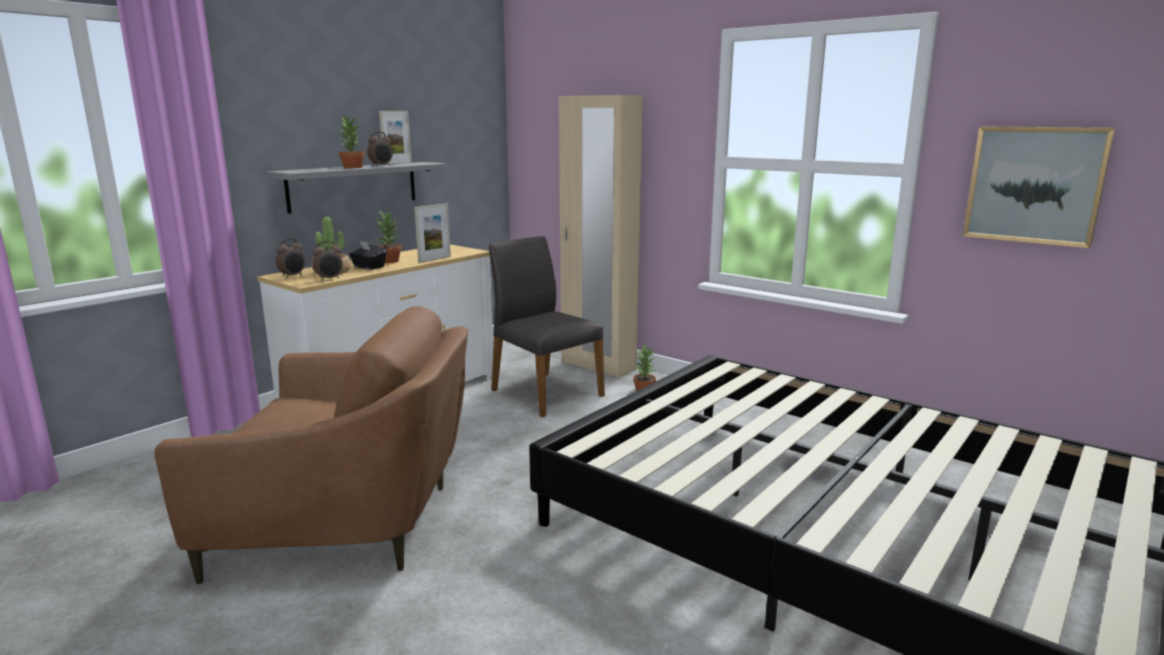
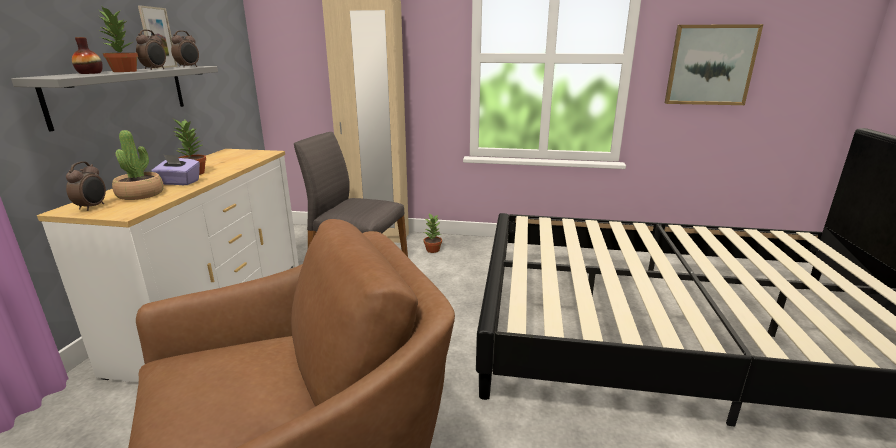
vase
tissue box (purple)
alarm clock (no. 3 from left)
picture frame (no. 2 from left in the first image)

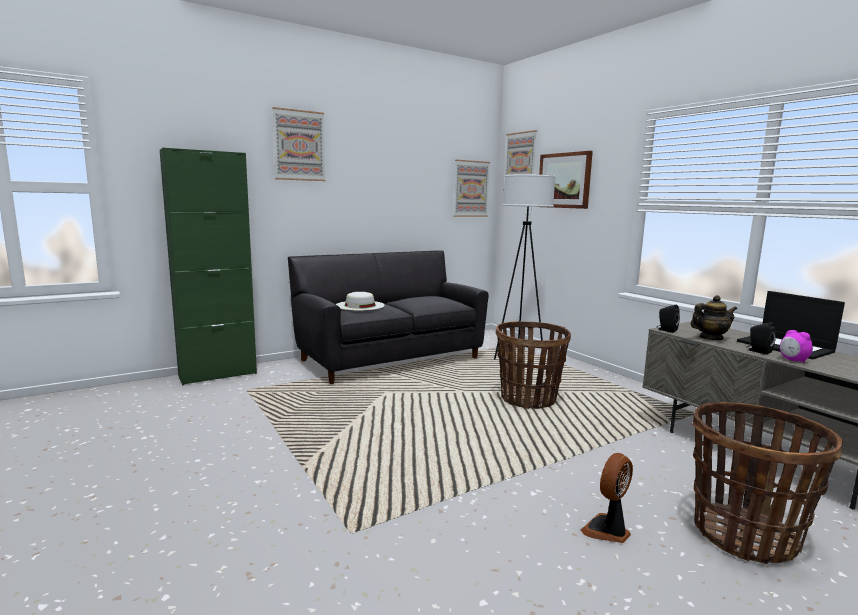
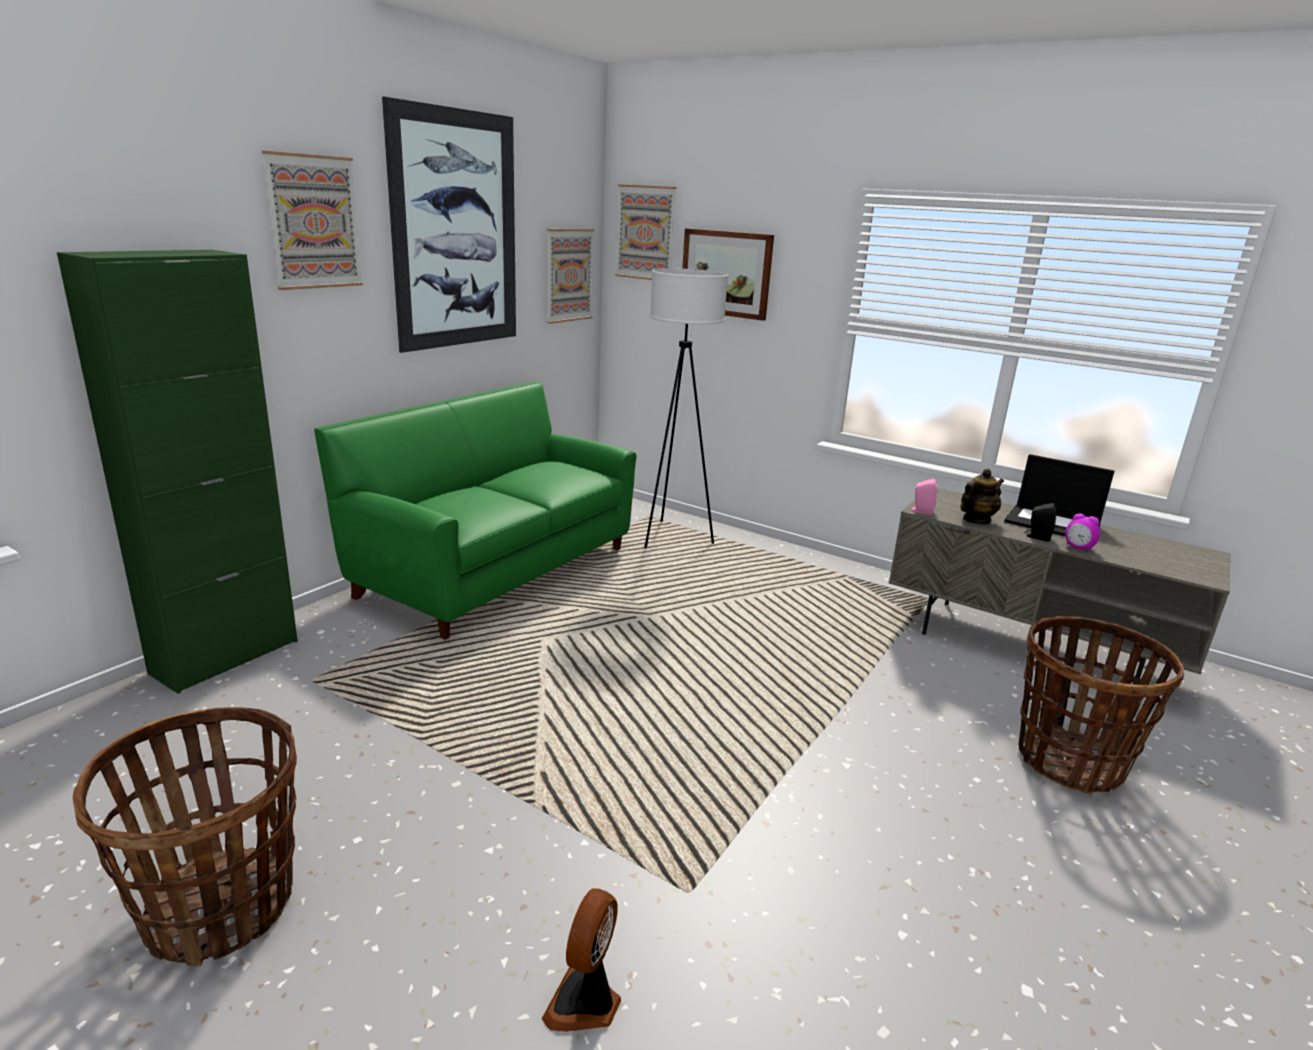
basket (no. 1 from left)
sofa (green)
picture (no. 2 from left)
fan
speaker (pink)
hat (white)

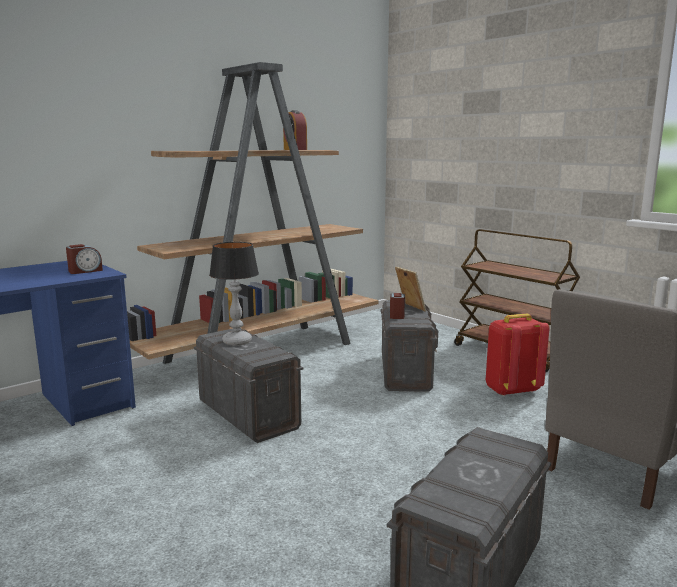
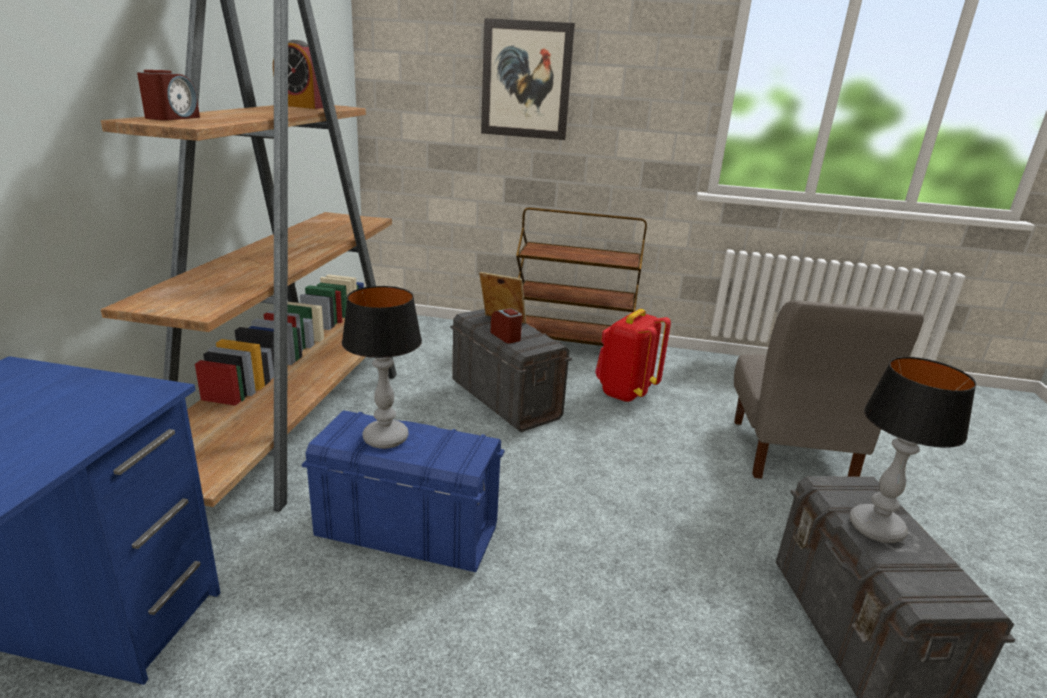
alarm clock (no. 1 from left)
storage box (blue)
picture
table lamp (no. 2 from left)

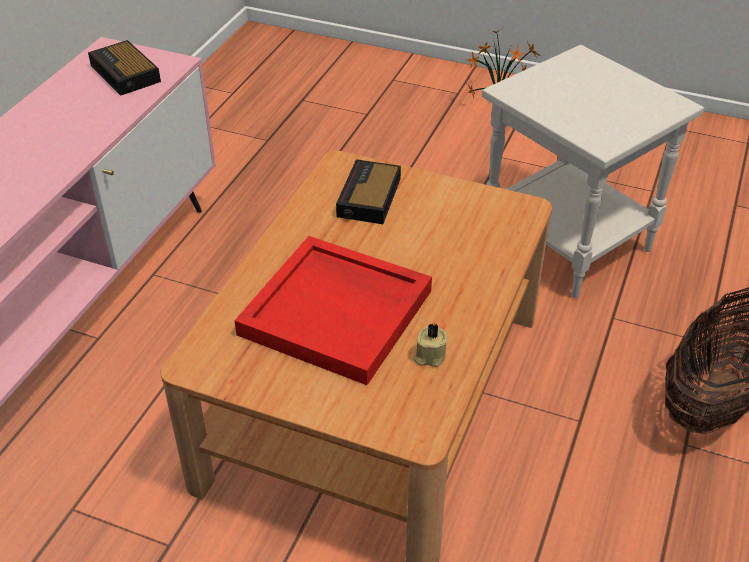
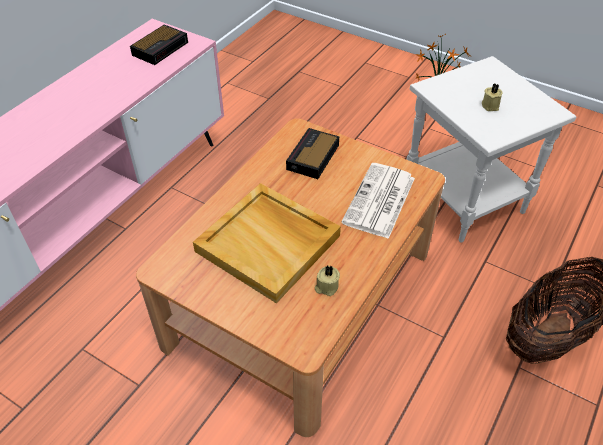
alarm clock (no. 1 from left)
tray (beige)
newspaper
candle (beige) (no. 2 from left)

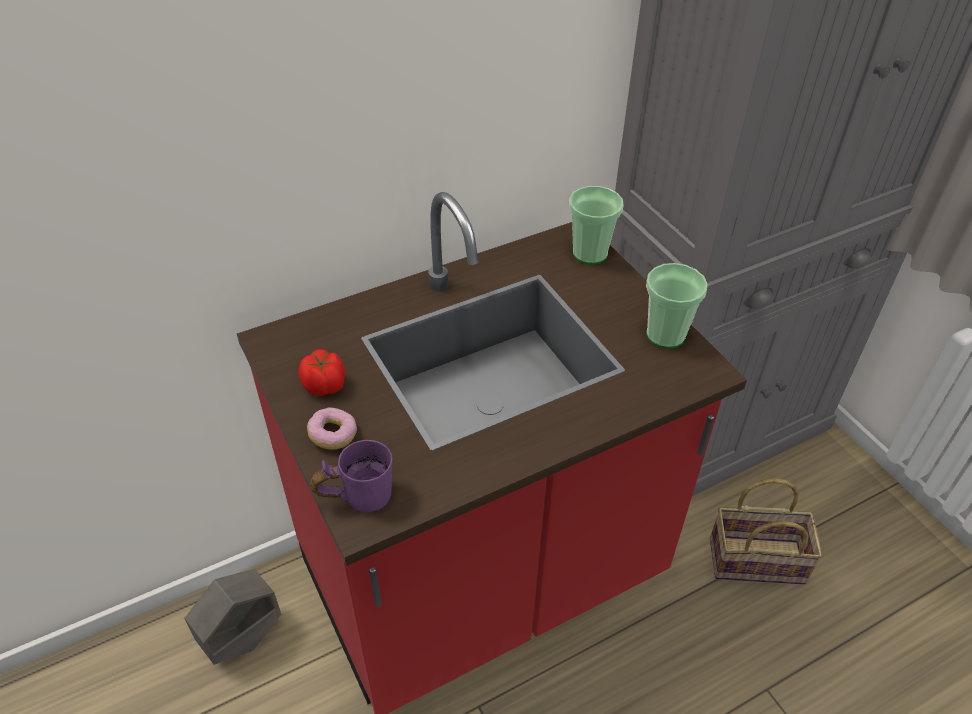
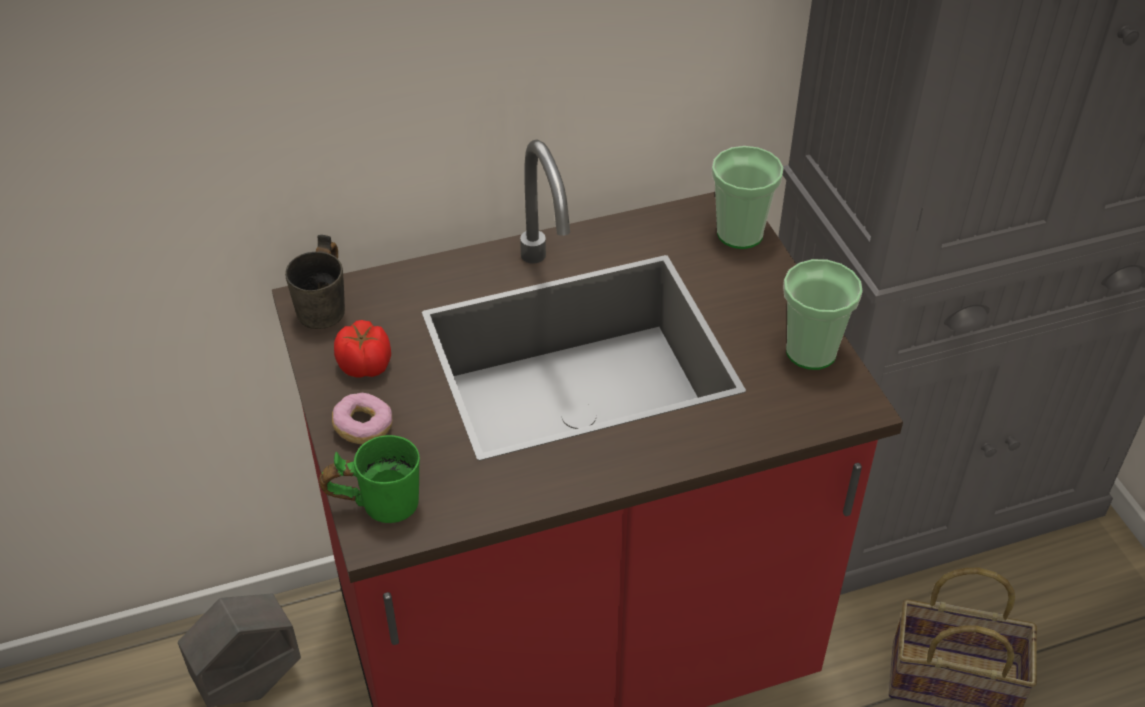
mug (grey)
mug (green)

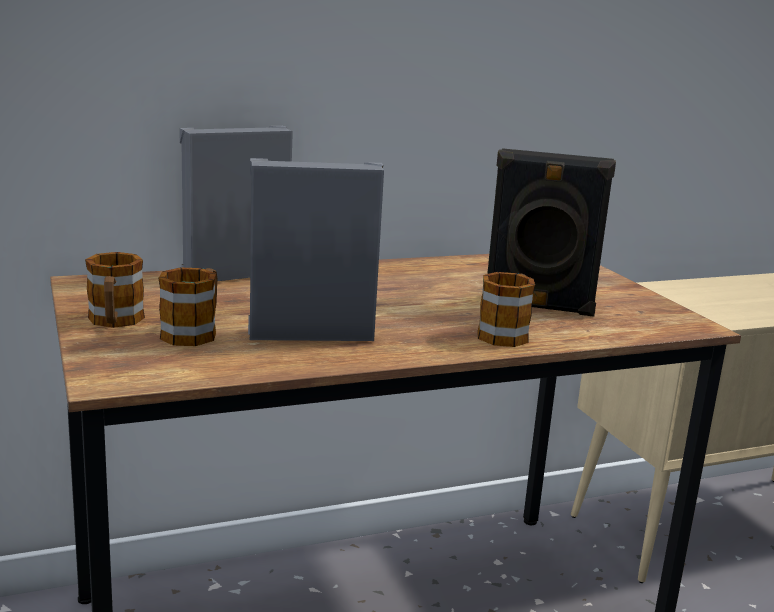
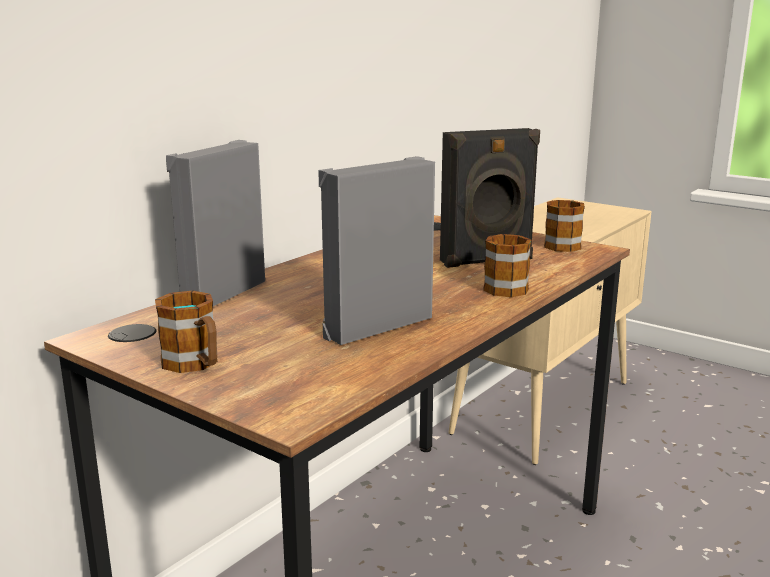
mug (no. 3 from left)

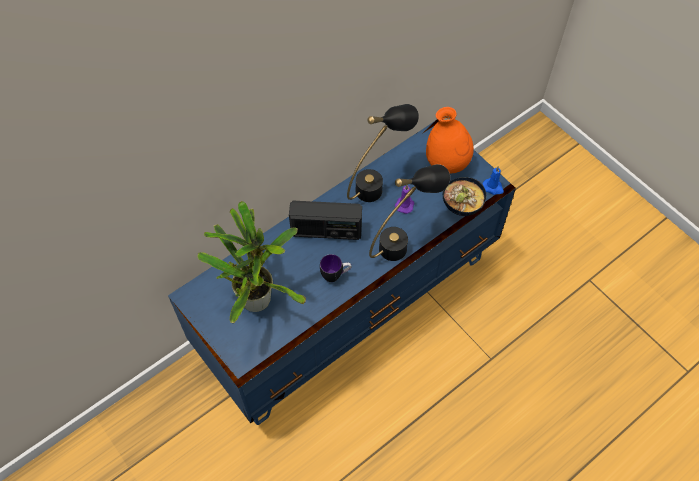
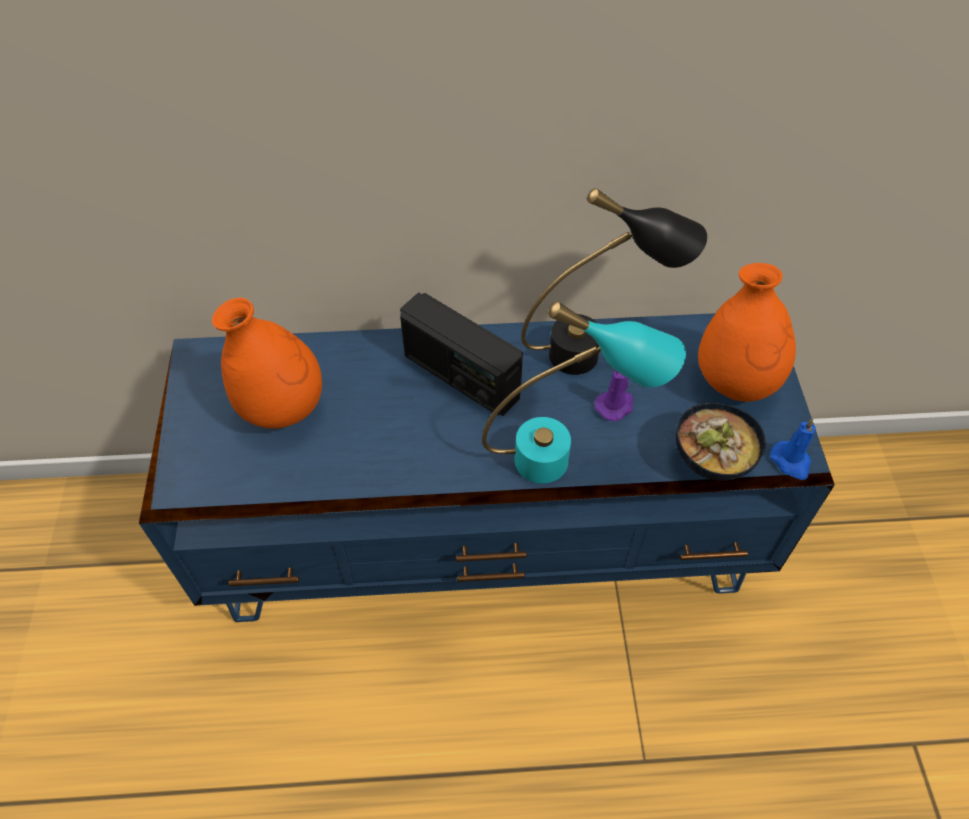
vase (orange) (no. 1 from left)
table lamp (turquoise)
mug

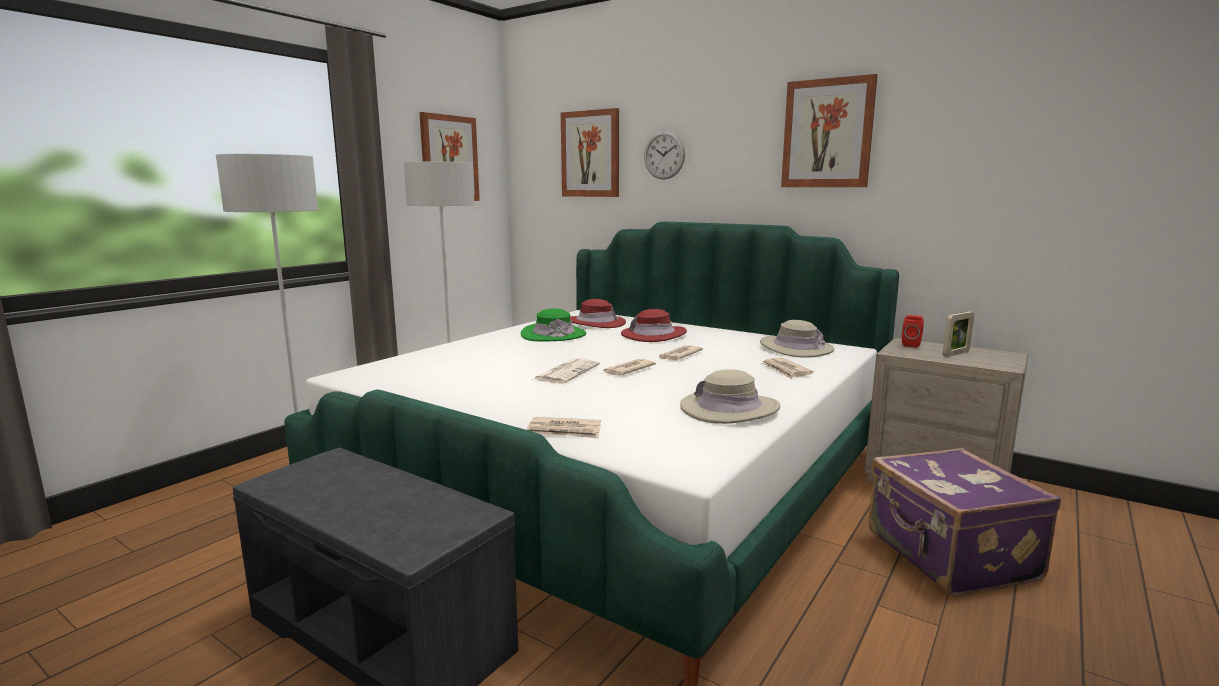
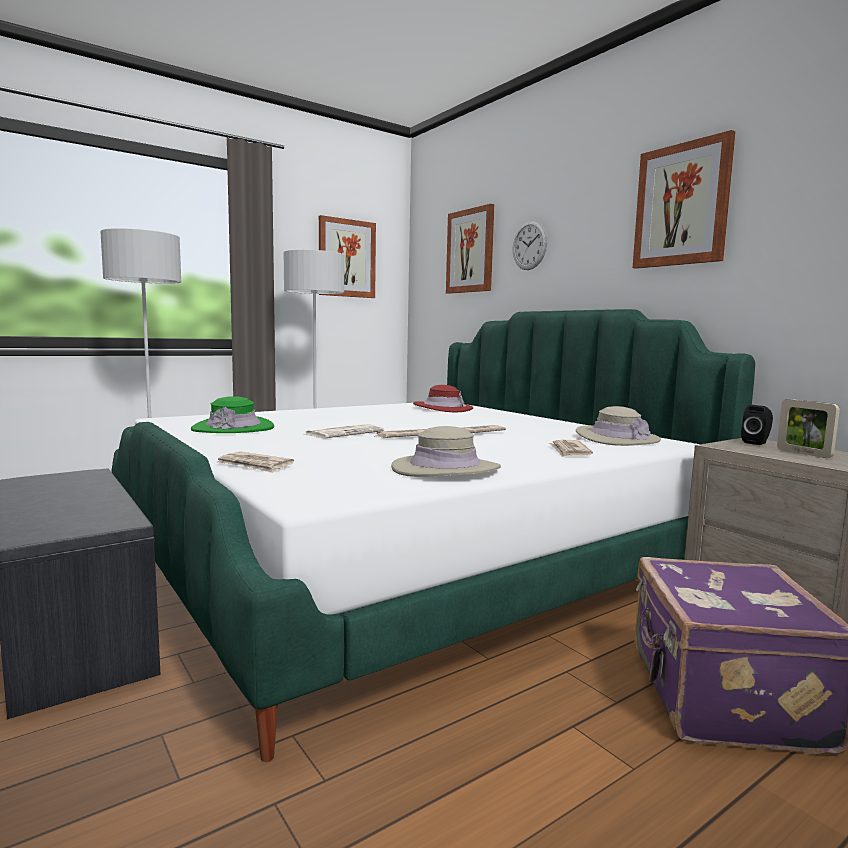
hat (green)
speaker (black)
picture frame
hat (red) (no. 2 from left in the first image)

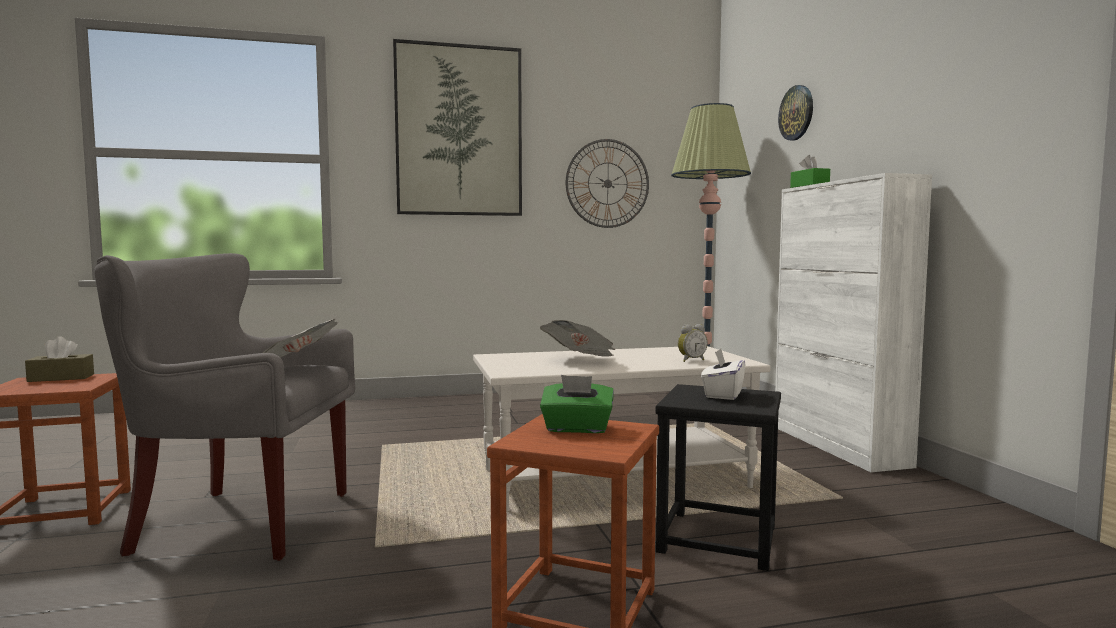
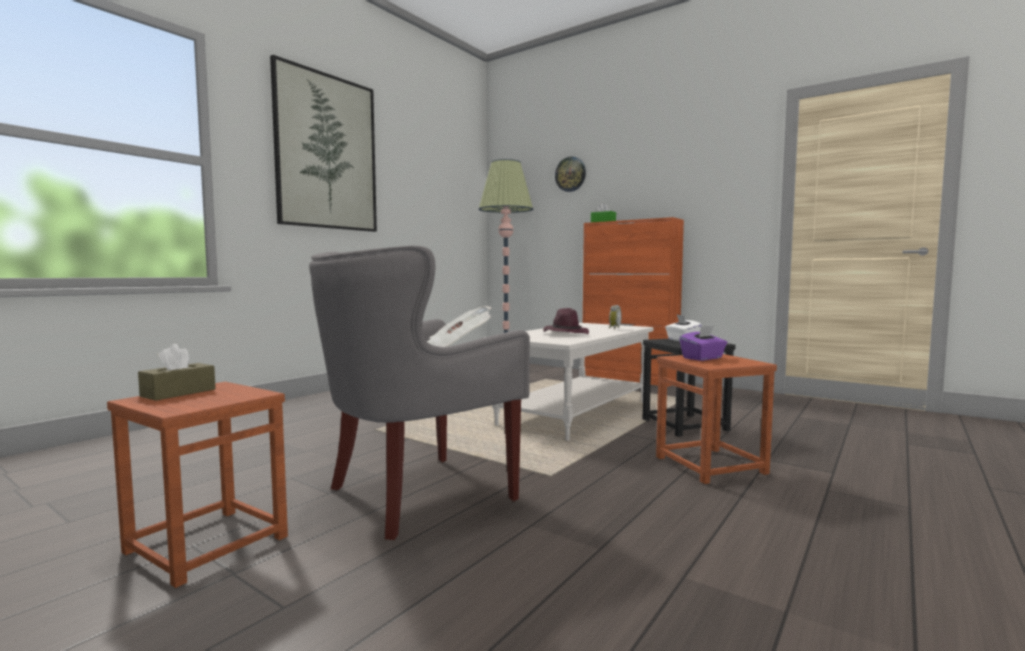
hat (purple)
cabinet (orange)
tissue box (purple)
wall clock (no. 1 from left in the first image)

